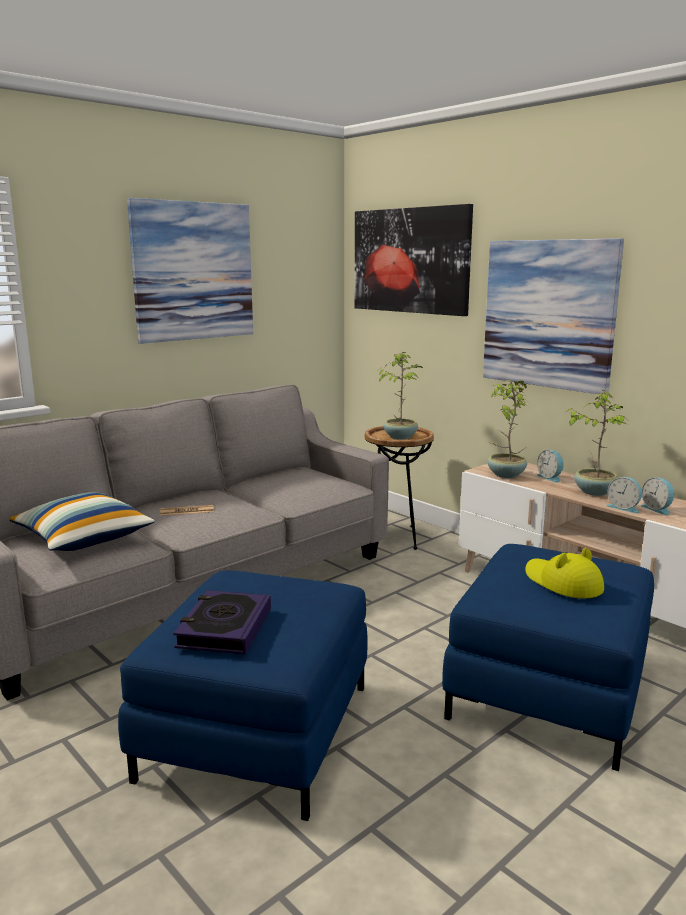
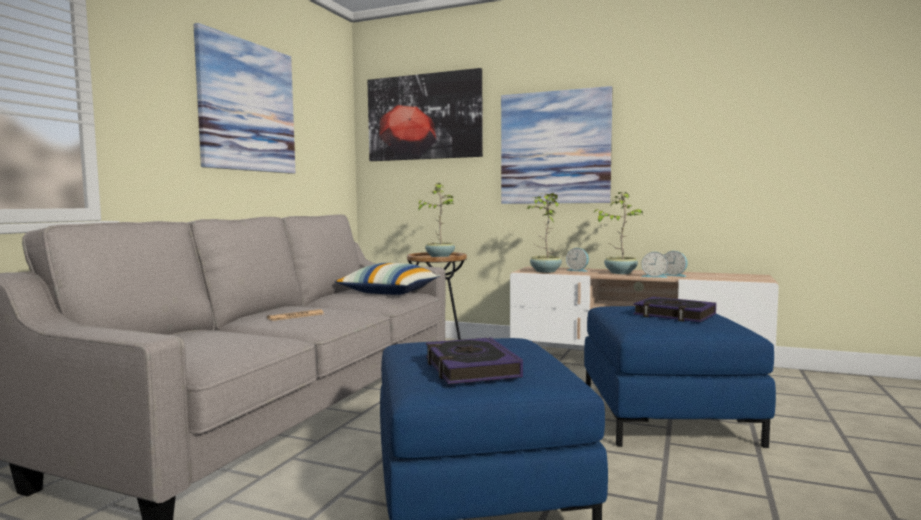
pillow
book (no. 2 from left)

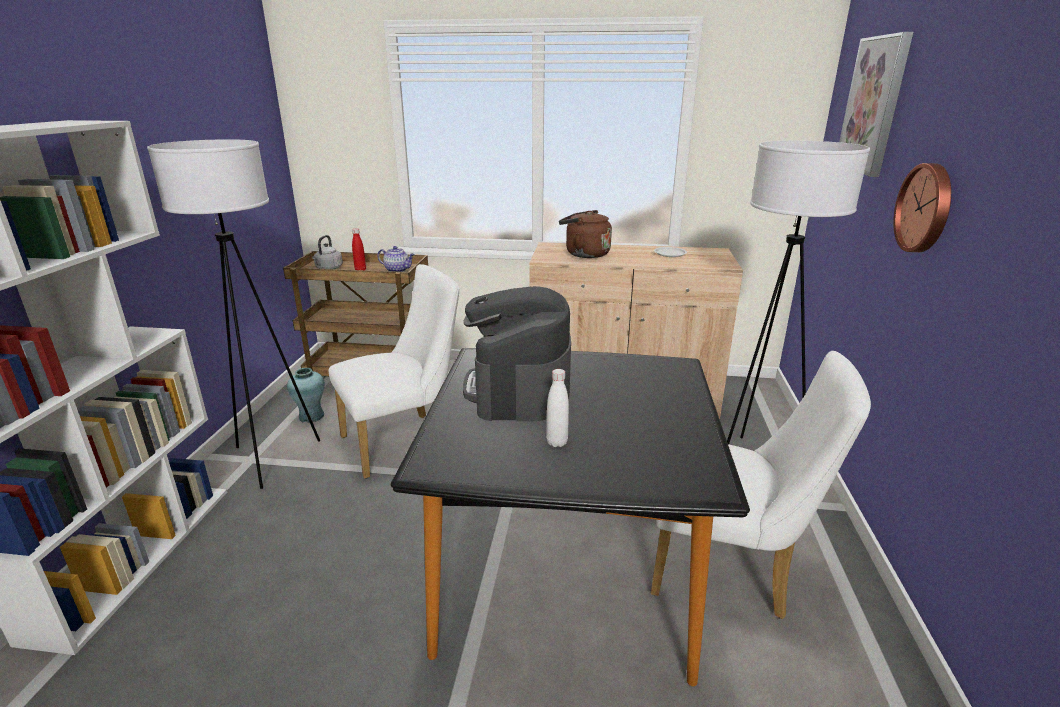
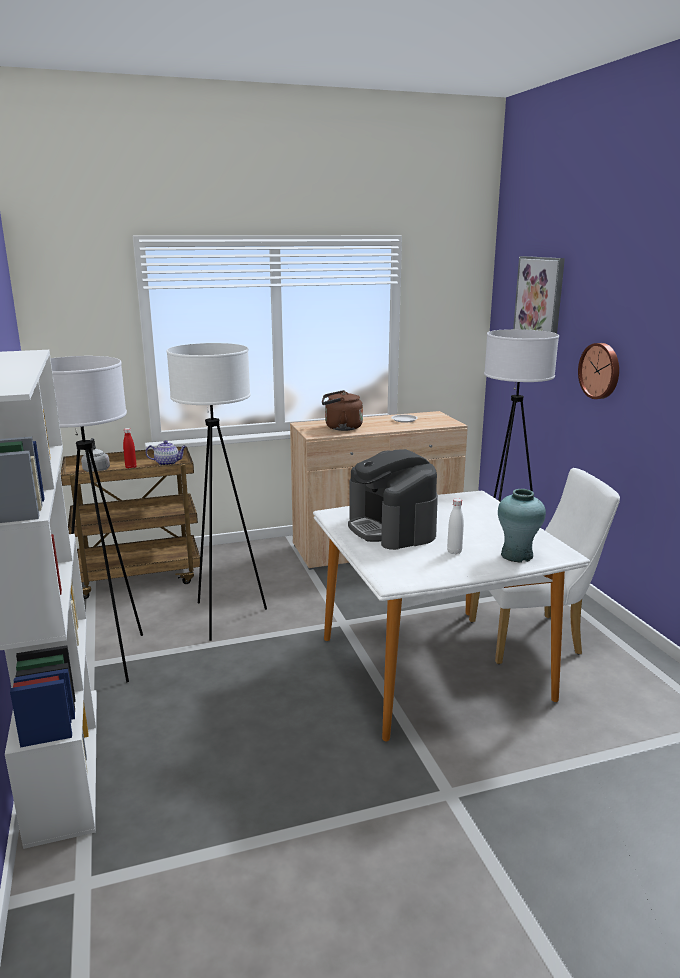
floor lamp (white) (no. 2 from left)
dining table (white)
vase (turquoise)

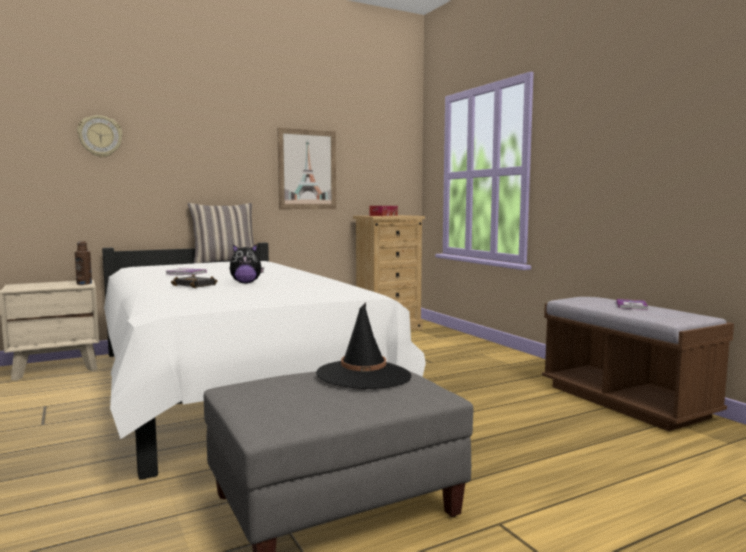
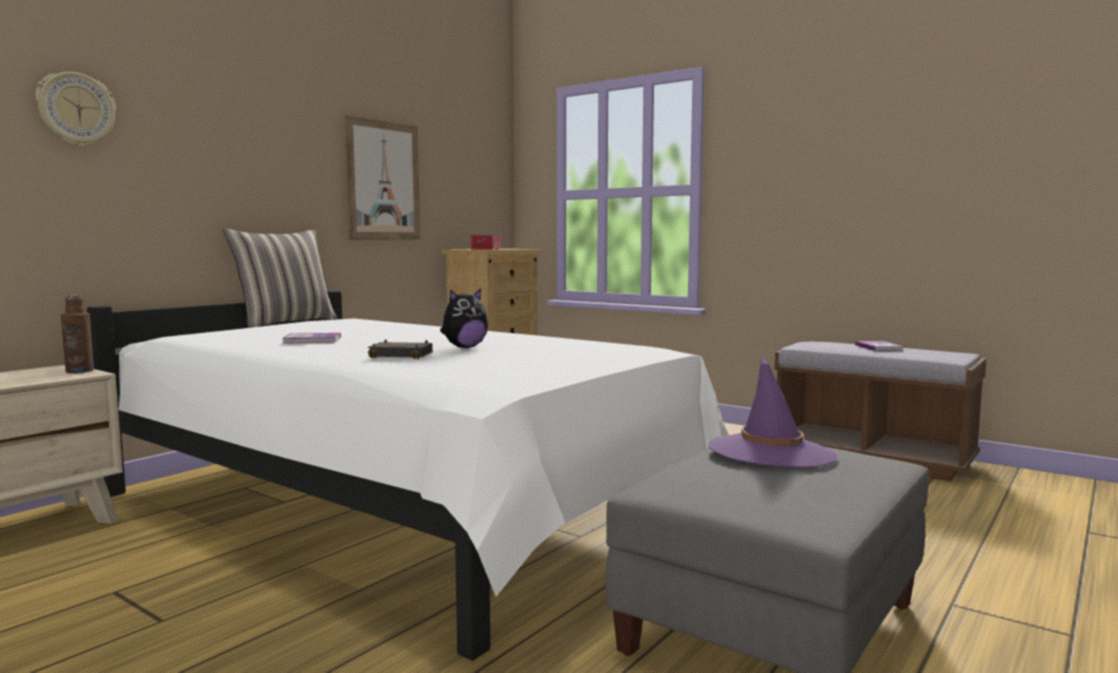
hat (purple)

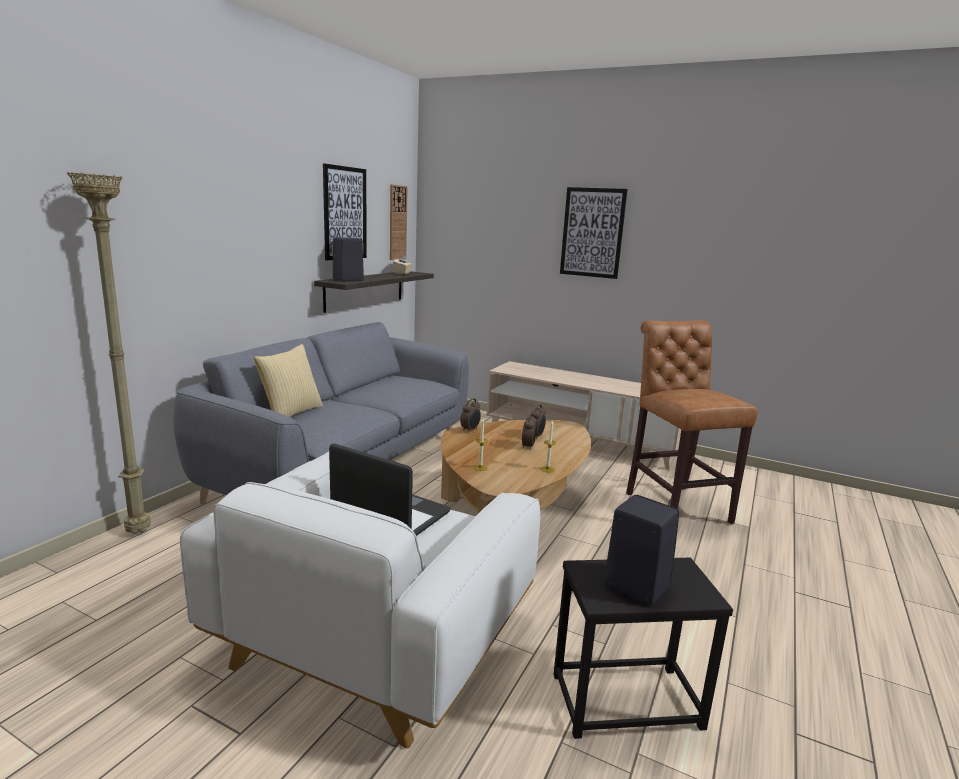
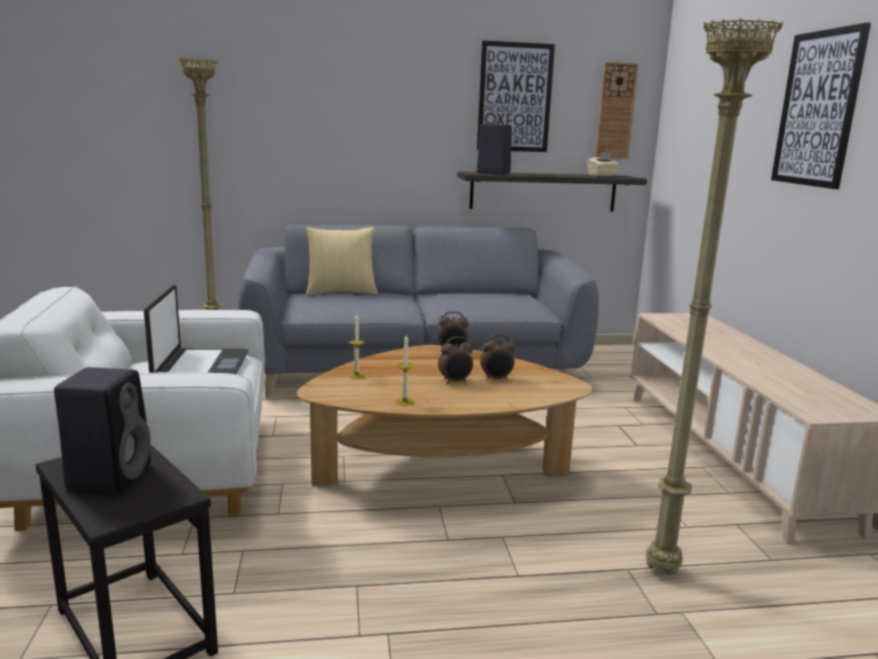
floor lamp (beige) (no. 2 from left)

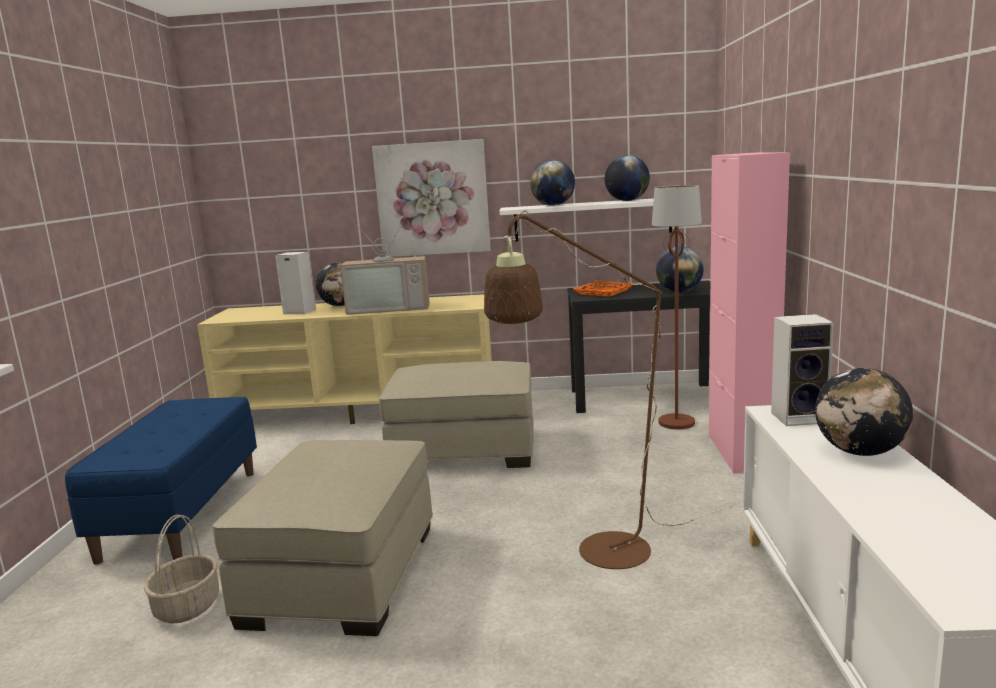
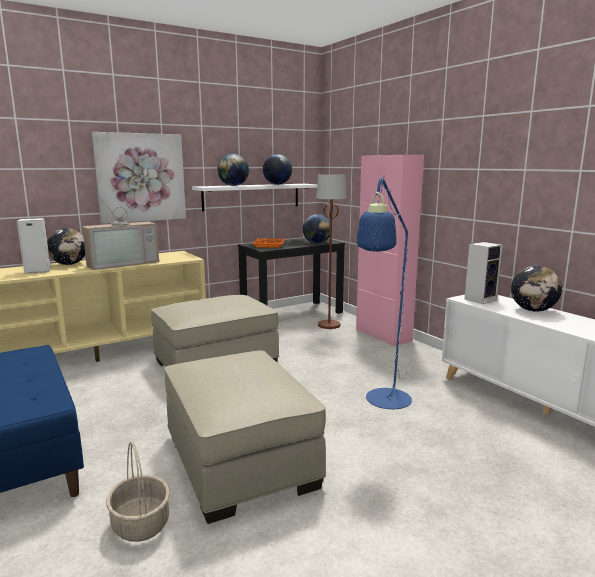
floor lamp (blue)

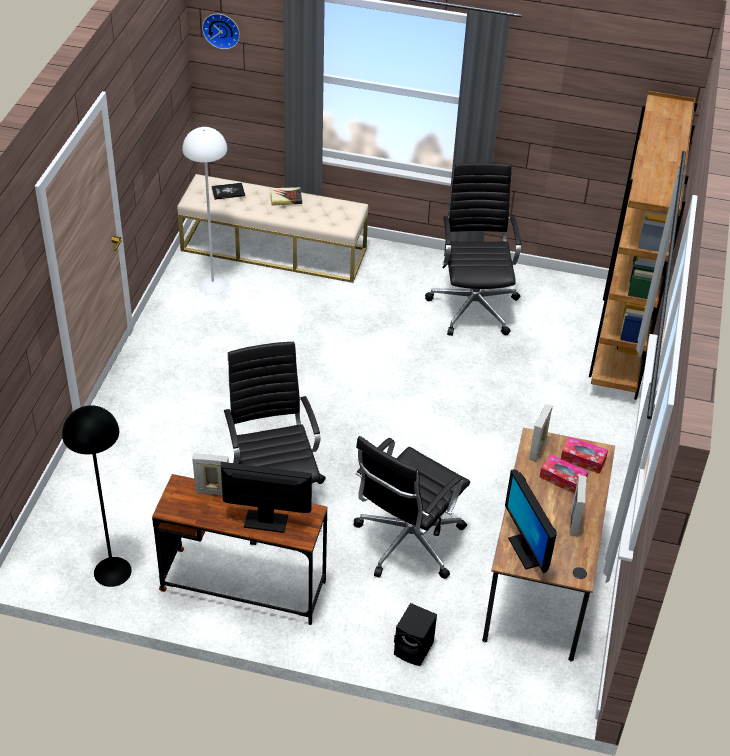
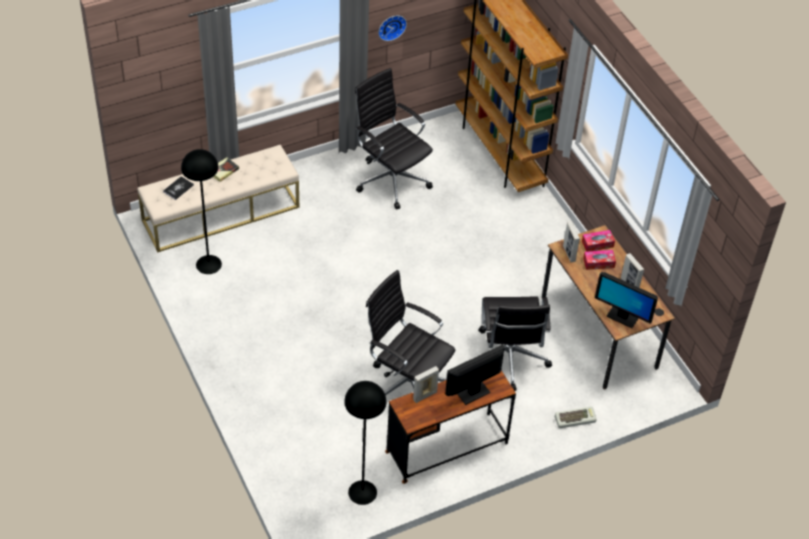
floor lamp (black) (no. 1 from left)
wall clock
keyboard

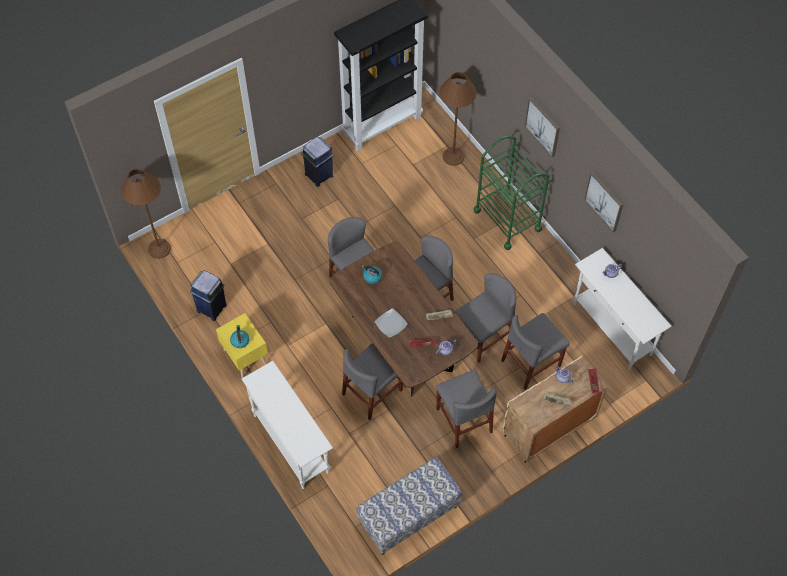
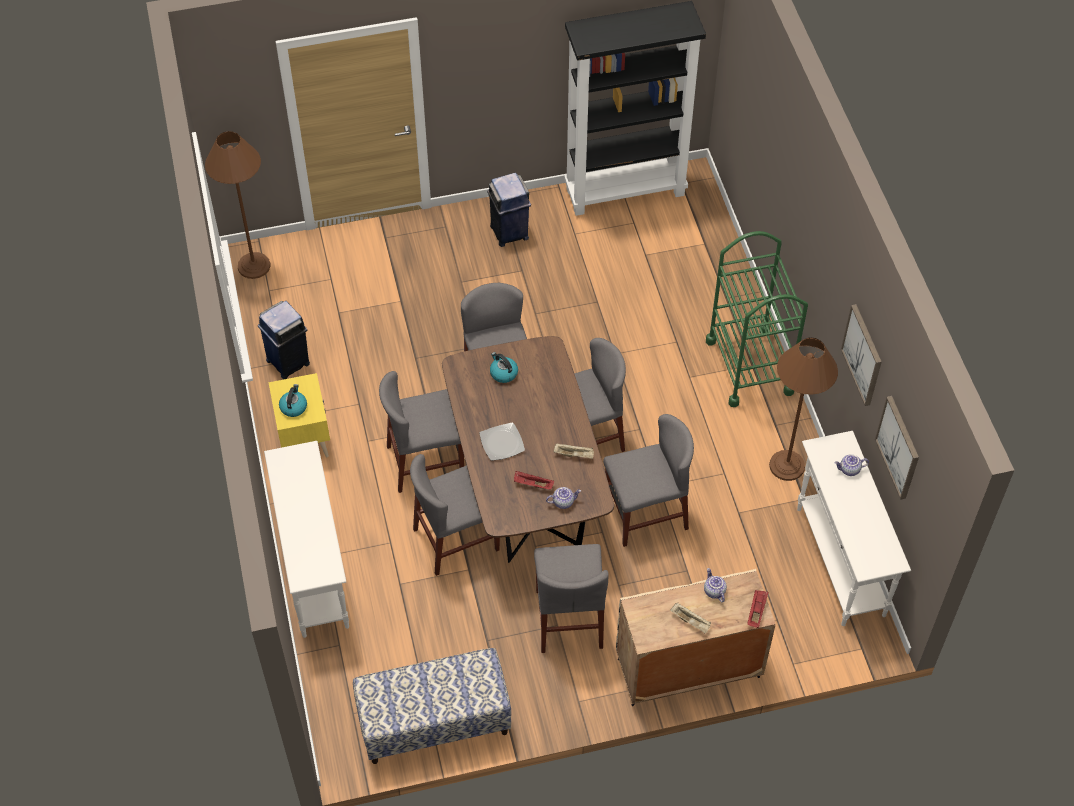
chair (grey) (no. 1 from left)
floor lamp (brown) (no. 2 from left)
picture (no. 2 from left)

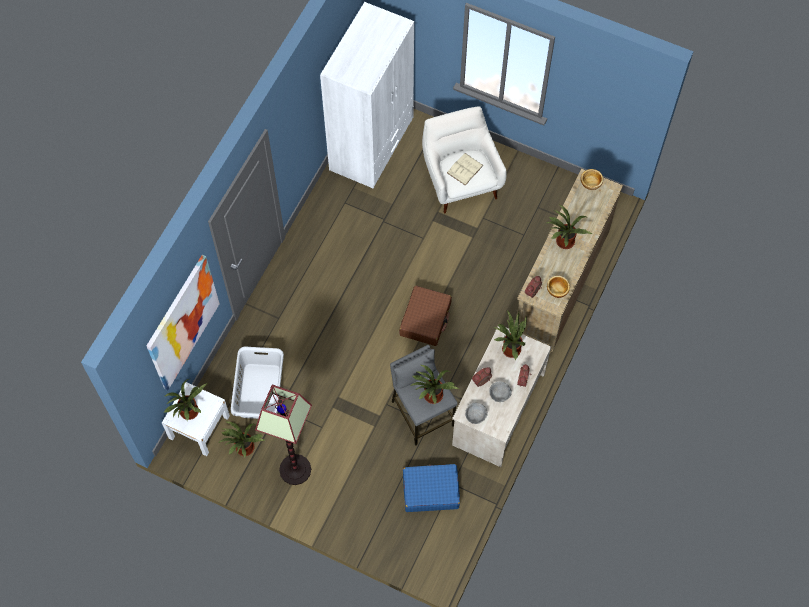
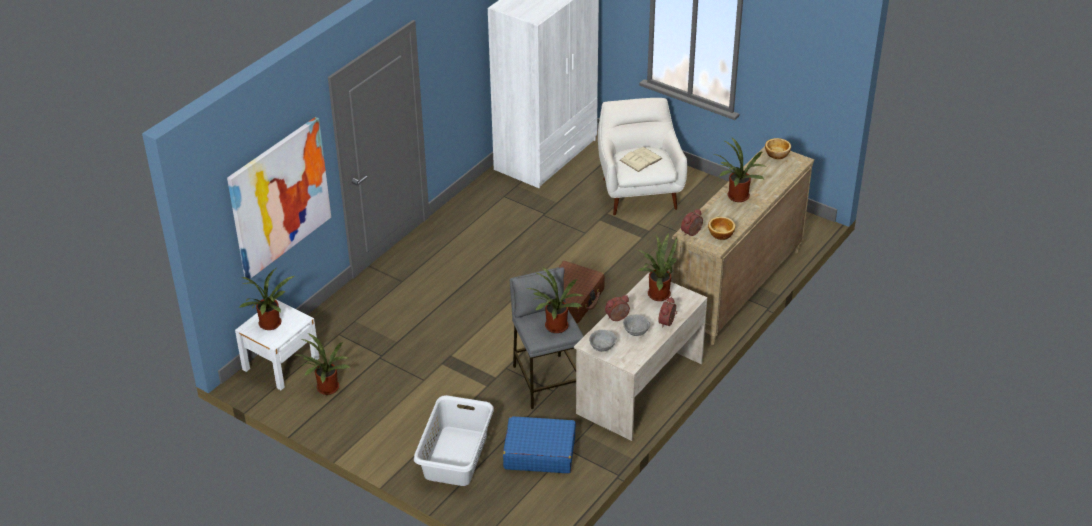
laundry basket (grey)
floor lamp

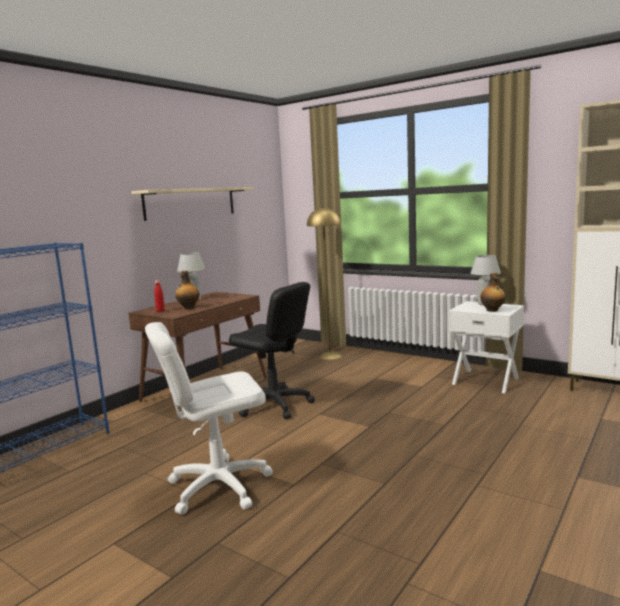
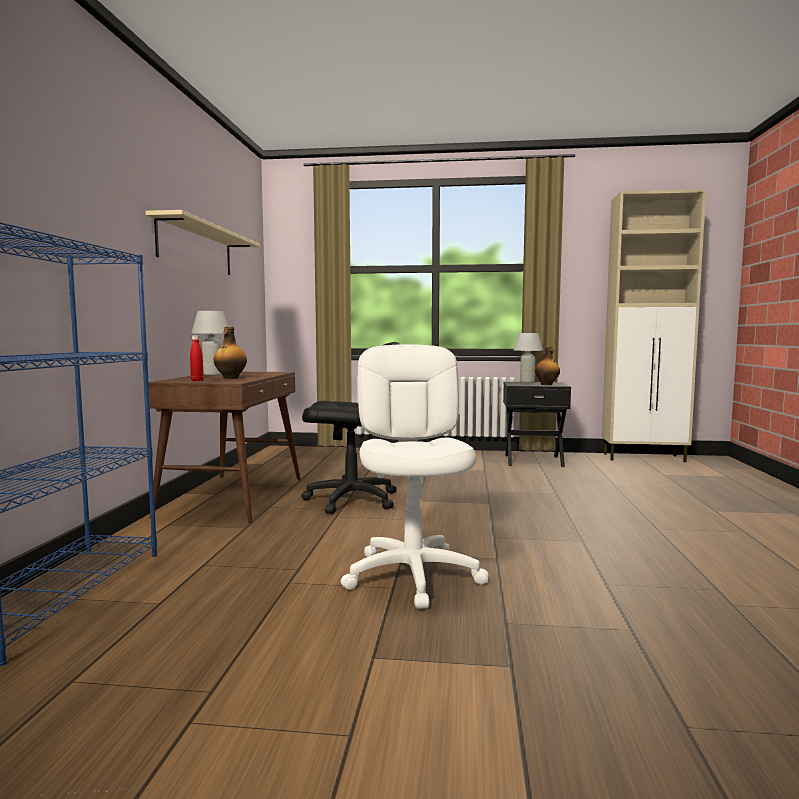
office chair (white)
nightstand (black)
floor lamp (yellow)

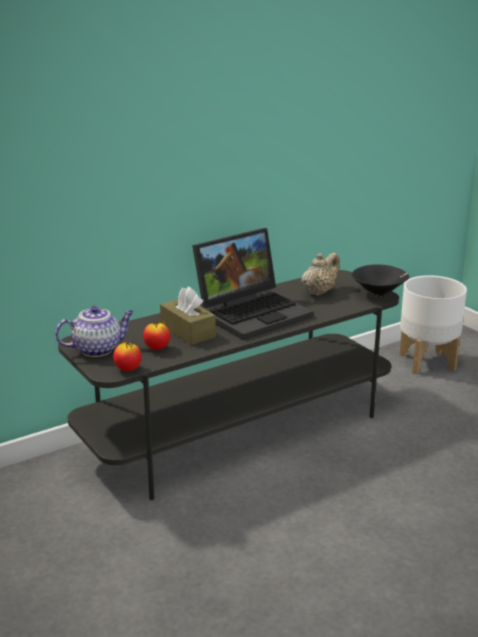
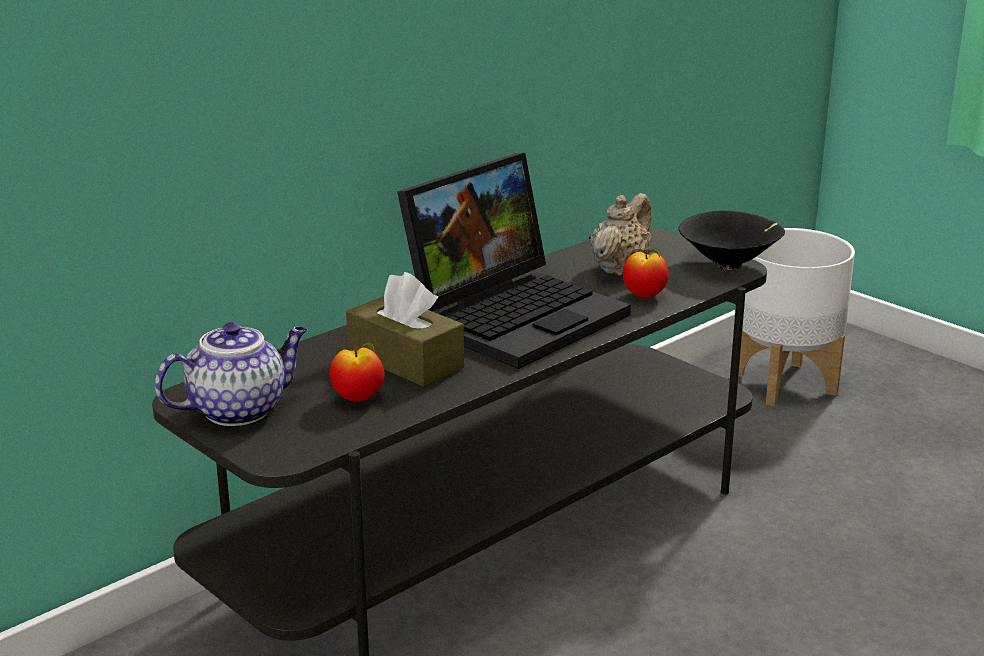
apple (no. 2 from left)

